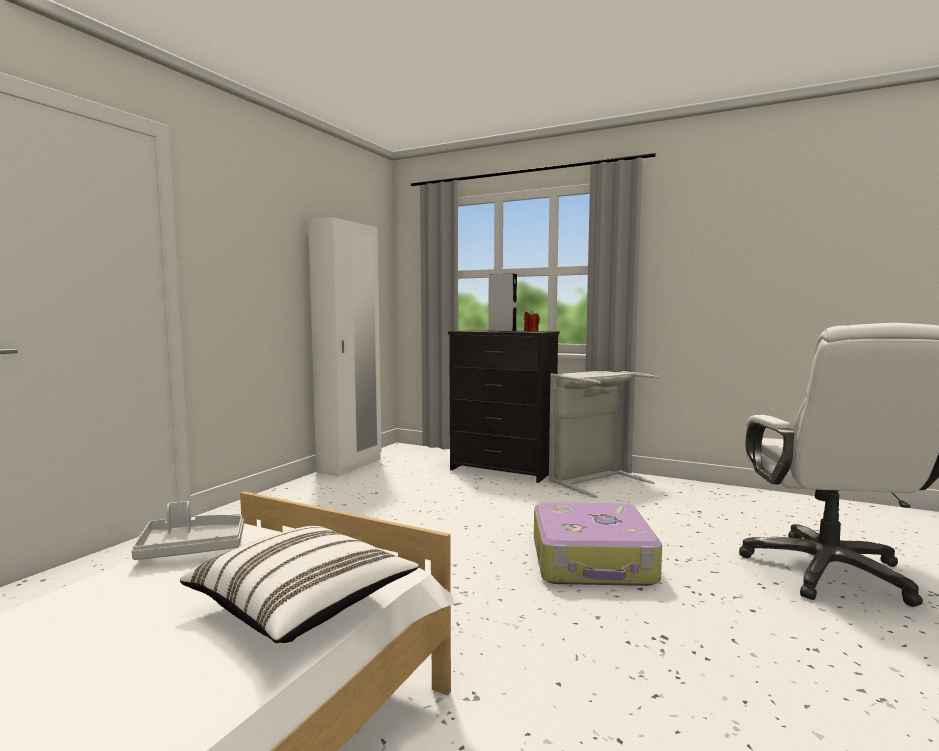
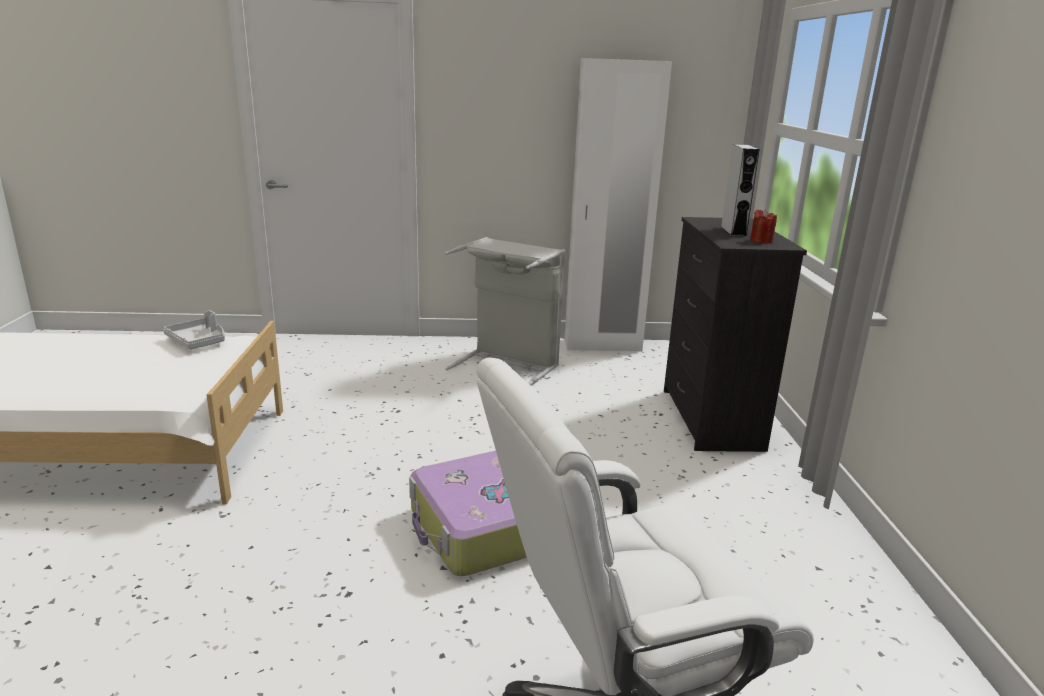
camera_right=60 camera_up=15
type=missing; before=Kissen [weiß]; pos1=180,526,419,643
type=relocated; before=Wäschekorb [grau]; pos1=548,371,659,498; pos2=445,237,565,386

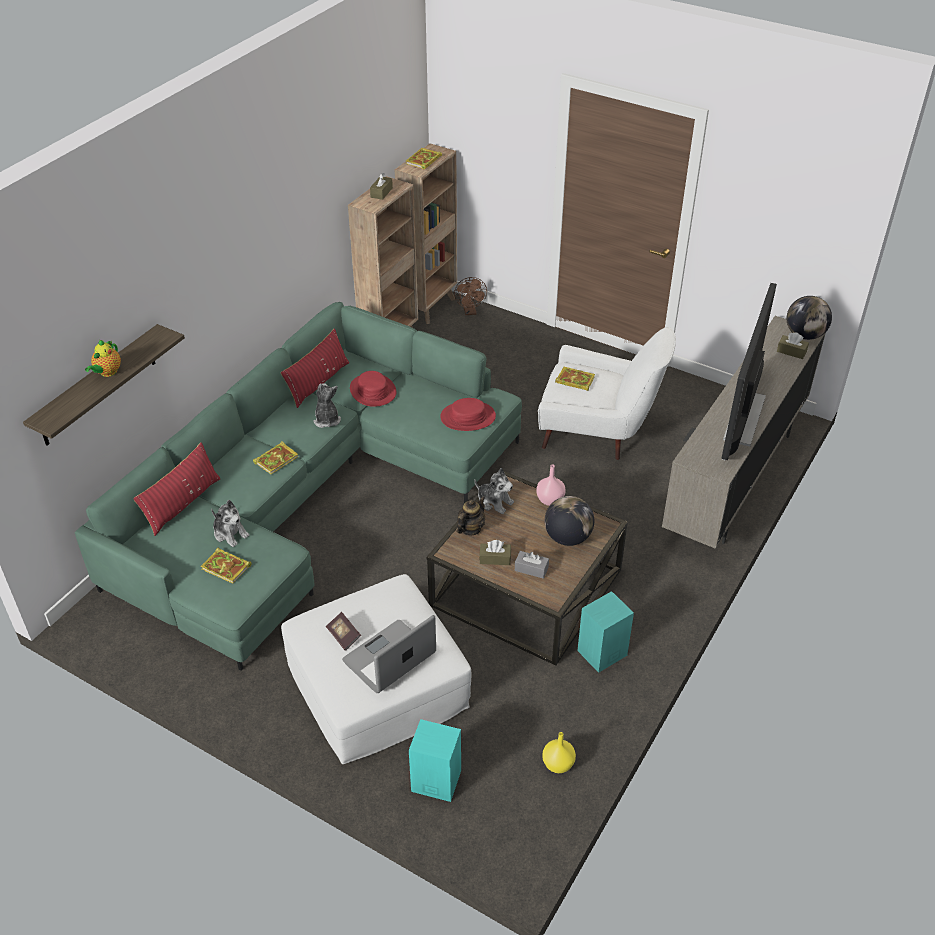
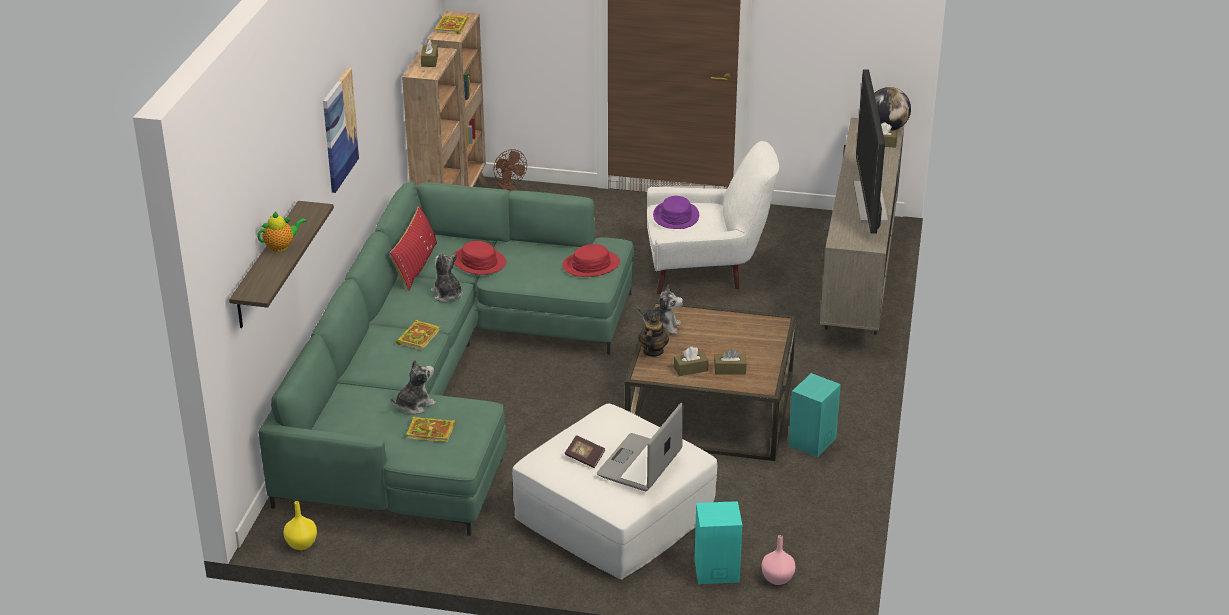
camera_right=-20 camera_up=-10
type=missing; before=Kissen [rot]; pos1=133,442,221,536
type=missing; before=Globus; pos1=545,496,594,546
type=appeared; after=Bild; pos2=323,68,360,193
type=relocated; before=Vase [rosa]; pos1=536,465,565,506; pos2=761,535,796,585
type=relocated; before=Vase [gelb]; pos1=542,732,576,773; pos2=284,501,317,550
type=exchanged; before=Buch; after=Hut [lila]; pos1=555,367,595,391; pos2=653,196,699,229
type=colour; before=Taschentuchbox [grau]; after=Taschentuchbox [braun]; pos1=515,551,549,579; pos2=714,349,747,374
type=spun; before=Teekanne; pos1=85,340,121,377; pos2=257,211,307,252; turn=-120
type=spun; before=Plüschtier; pos1=211,500,249,547; pos2=391,359,436,414; turn=-60

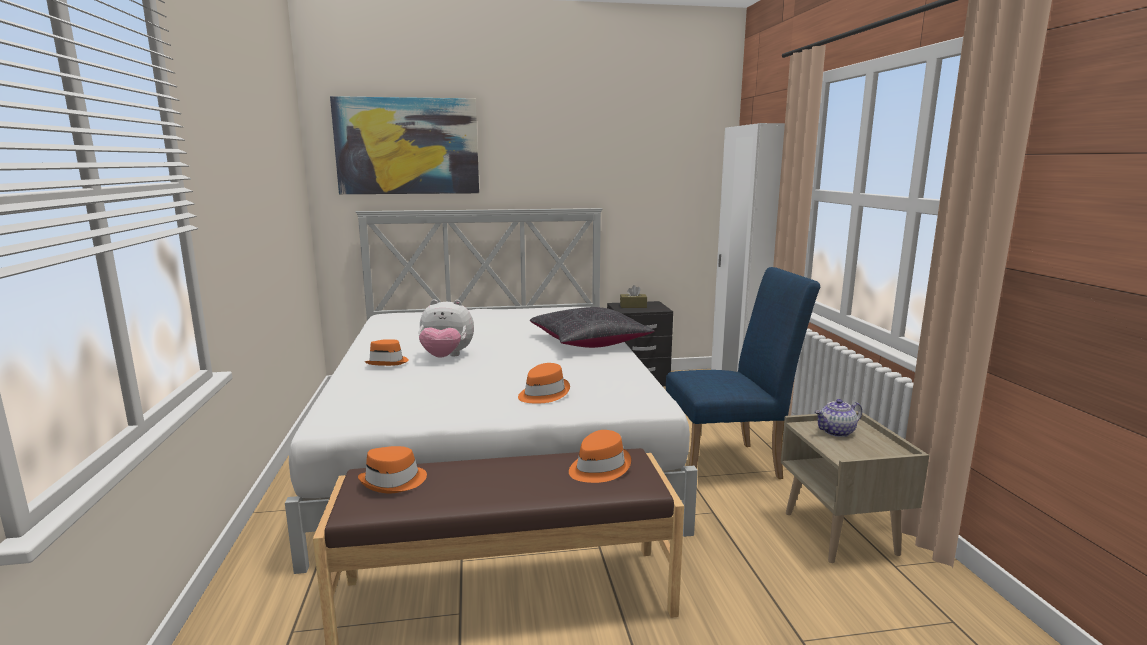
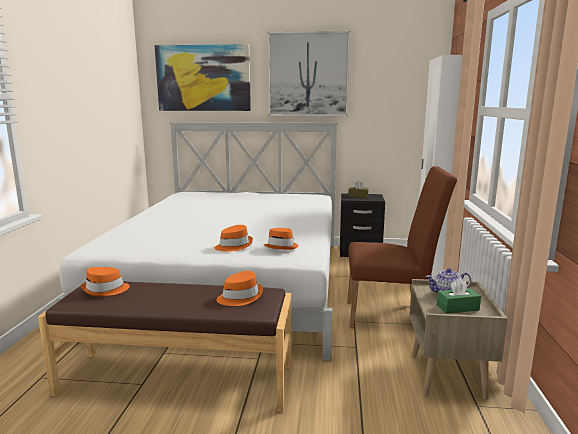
camera_right=15 camera_up=0
type=missing; before=Plüschtier; pos1=418,299,474,358
type=missing; before=Kissen [schwarz]; pos1=530,307,654,348
type=appeared; after=Bild; pos2=268,31,350,116
type=appeared; after=Taschentuchbox [grün]; pos2=437,278,481,314
type=relocated; before=Hut [orange]; pos1=364,339,409,366; pos2=264,228,298,250
type=colour; before=Stuhl [blau]; after=Stuhl [braun]; pos1=666,267,820,479; pos2=347,166,457,328

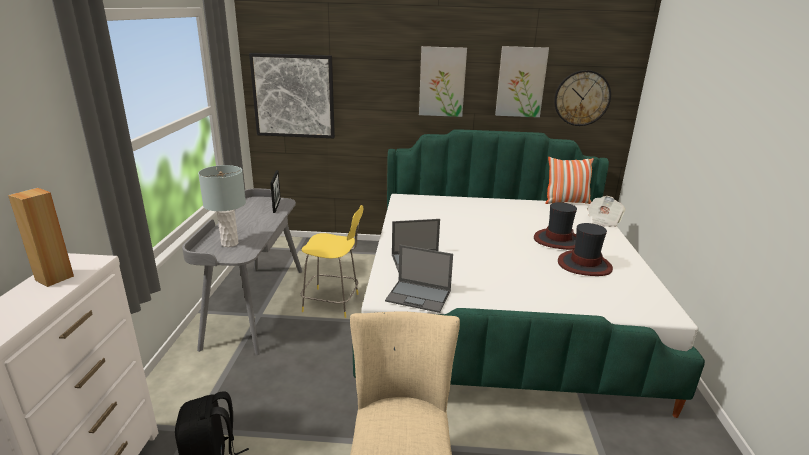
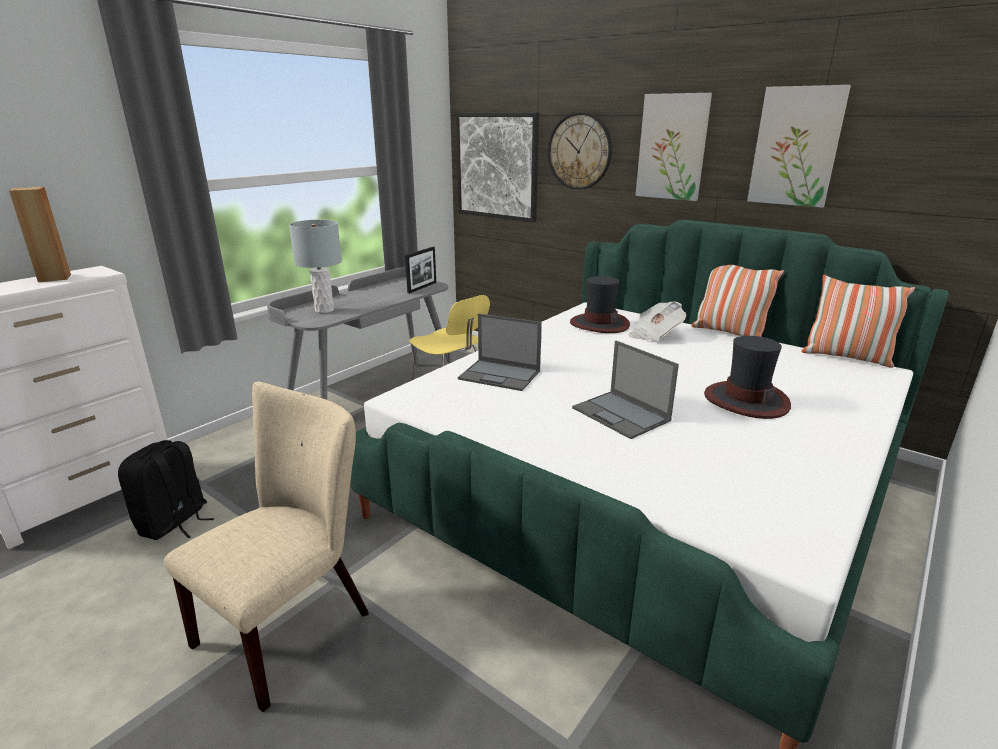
camera_right=35 camera_up=0
type=appeared; after=Kissen; pos2=692,265,784,337
type=relocated; before=Laptop; pos1=385,245,453,313; pos2=572,340,679,439
type=relocated; before=Wanduhr; pos1=554,70,611,126; pos2=548,112,612,190
type=relocated; before=Hut; pos1=558,223,613,276; pos2=570,276,630,333
type=relocated; before=Zeitung; pos1=587,196,626,227; pos2=628,301,686,341

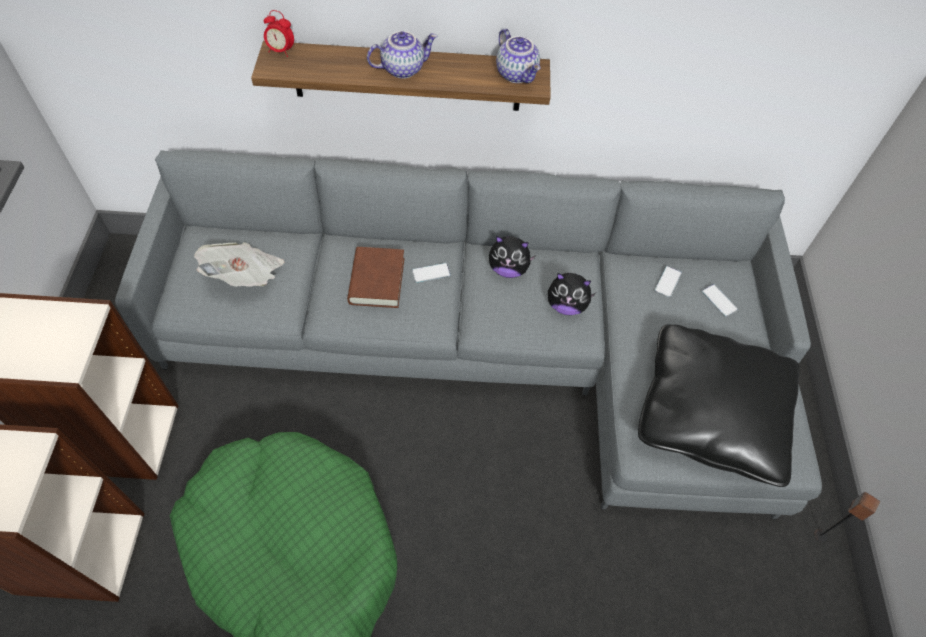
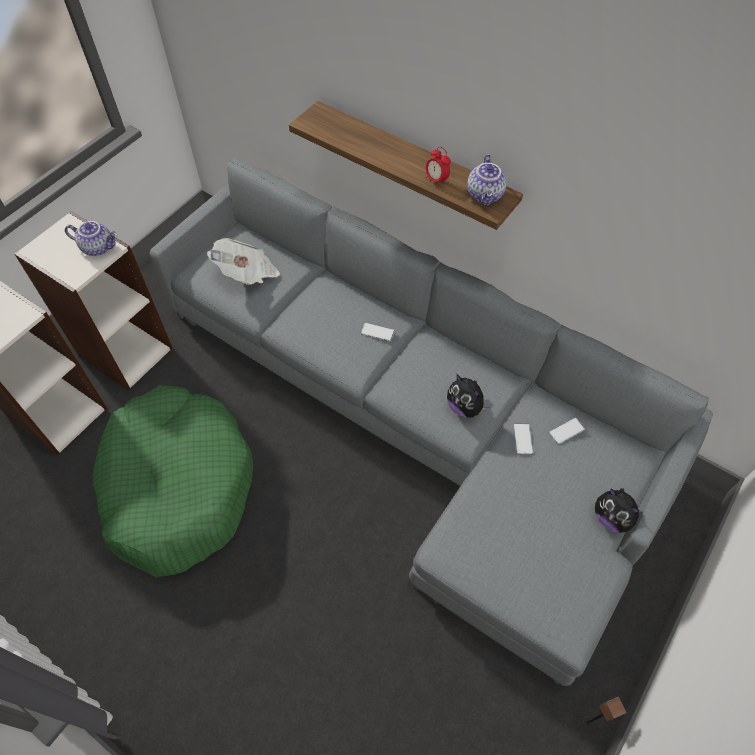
camera_right=35 camera_up=0
type=missing; before=Buch [braun]; pos1=347,247,404,308
type=missing; before=Kissen [schwarz]; pos1=638,324,800,487
type=relocated; before=Wecker; pos1=264,10,294,57; pos2=426,147,451,187
type=relocated; before=Teekanne; pos1=367,31,438,79; pos2=65,221,117,256
type=relocated; before=Plüschtier; pos1=489,236,536,278; pos2=595,488,640,533
type=relocated; before=Handy; pos1=701,284,738,316; pos2=513,423,533,454

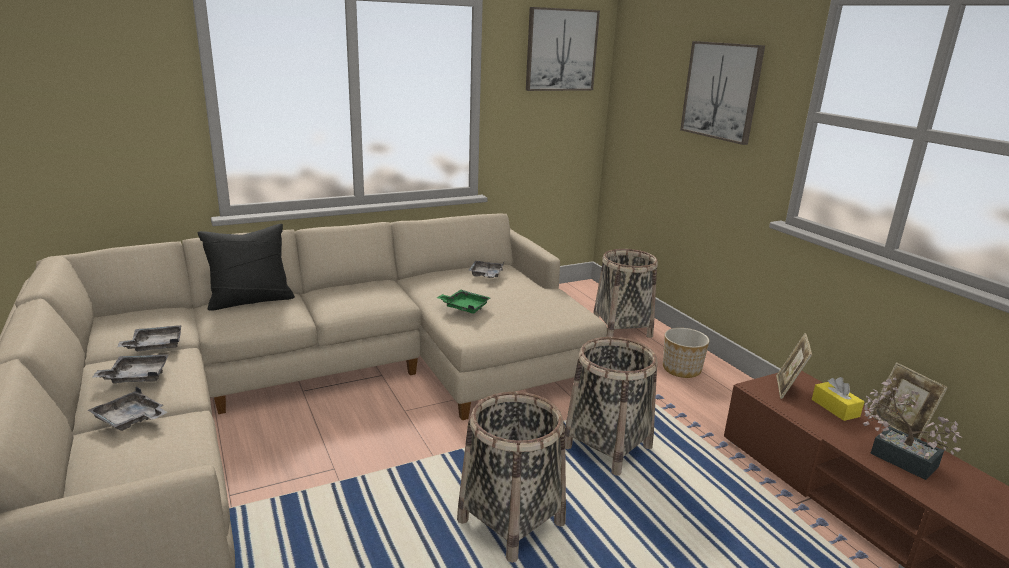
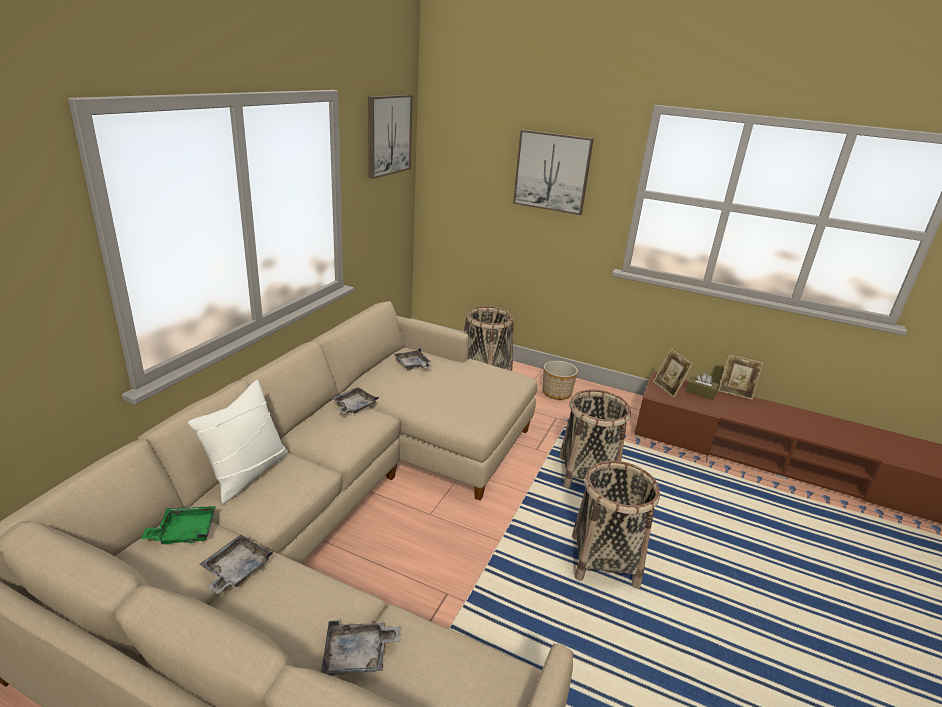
camera_right=-40 camera_up=5
type=missing; before=Topfpflanze; pos1=862,378,963,480
type=relocated; before=Tablett [grau]; pos1=92,354,169,383; pos2=332,387,379,414
type=relocated; before=Tablett [grün]; pos1=437,290,490,314; pos2=141,506,216,544
type=colour; before=Kissen [schwarz]; after=Kissen [weiß]; pos1=198,224,295,311; pos2=188,380,288,504
type=colour; before=Taschentuchbox [gelb]; after=Taschentuchbox [braun]; pos1=812,377,864,421; pos2=686,373,719,400

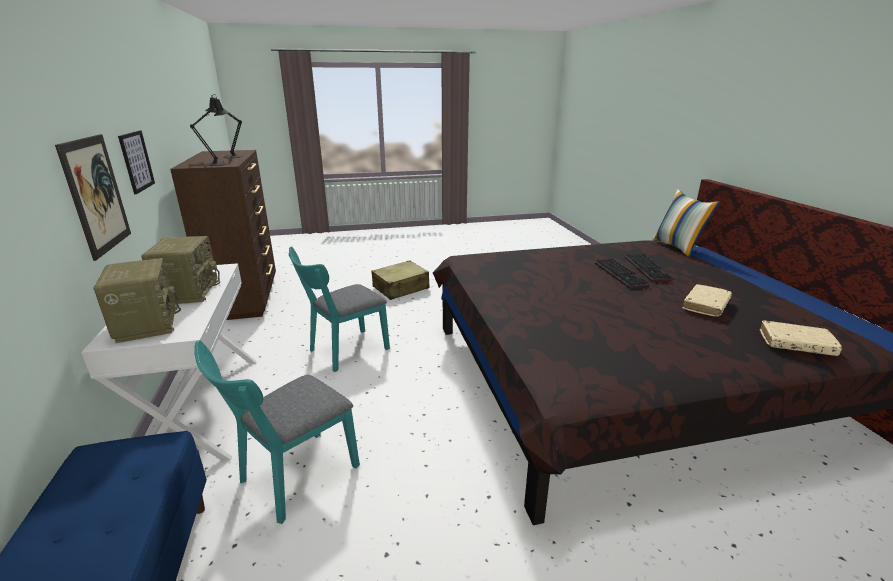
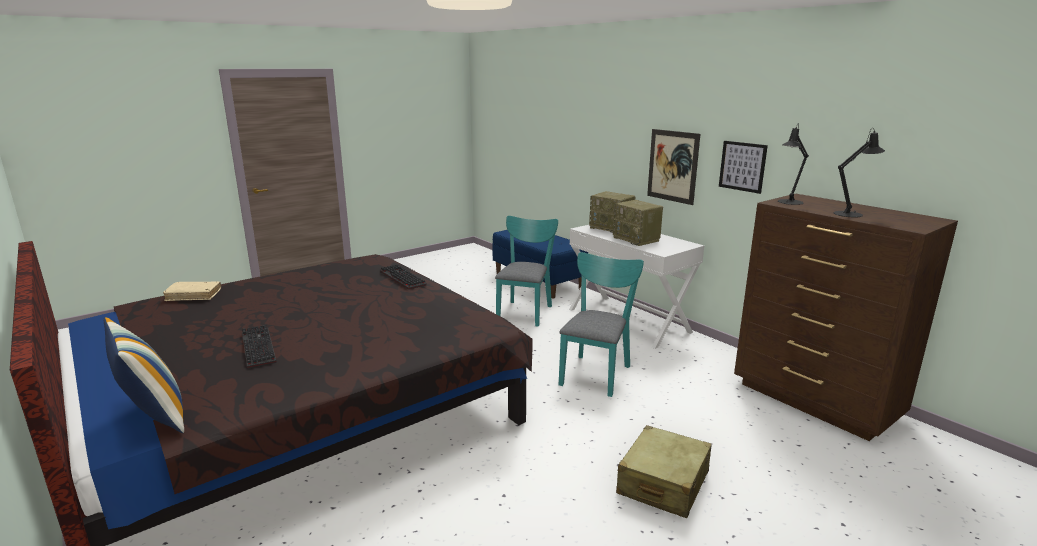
camera_right=155 camera_up=-5
type=missing; before=Buch [beige]; pos1=682,284,732,317
type=relocated; before=Tastatur; pos1=595,258,649,289; pos2=380,265,426,290

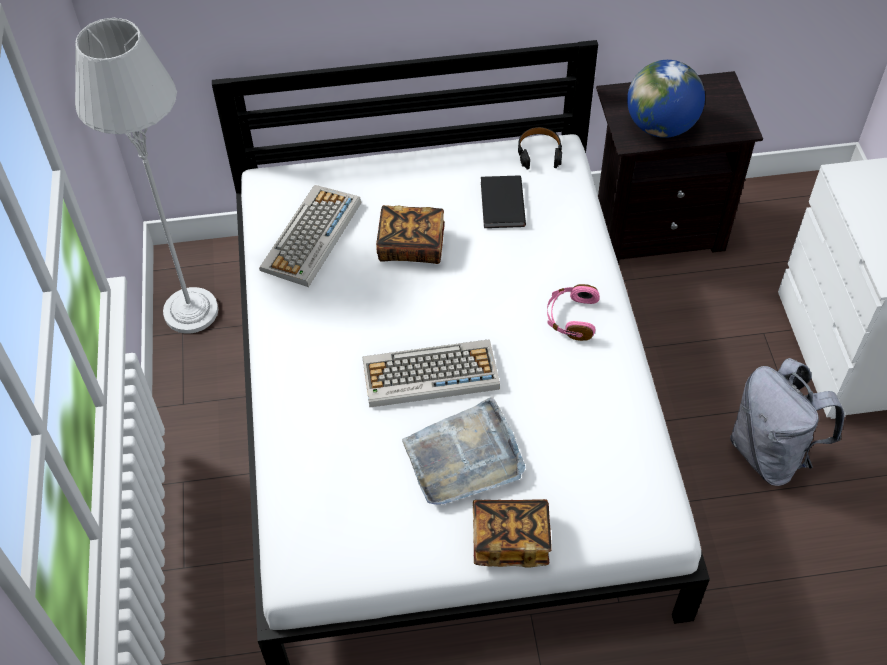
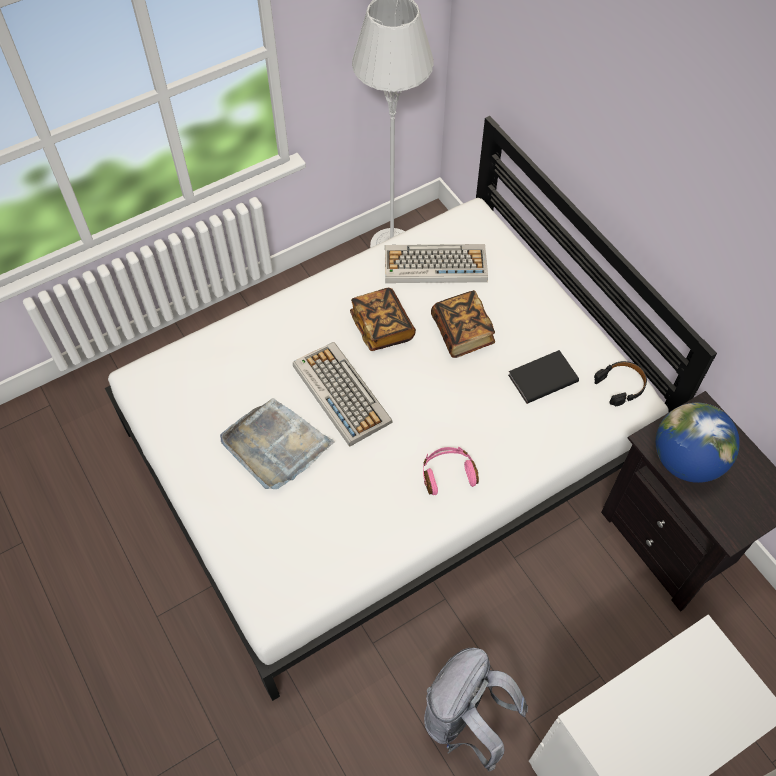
camera_right=65 camera_up=5
type=relocated; before=Buch; pos1=473,499,552,568; pos2=350,288,416,351

